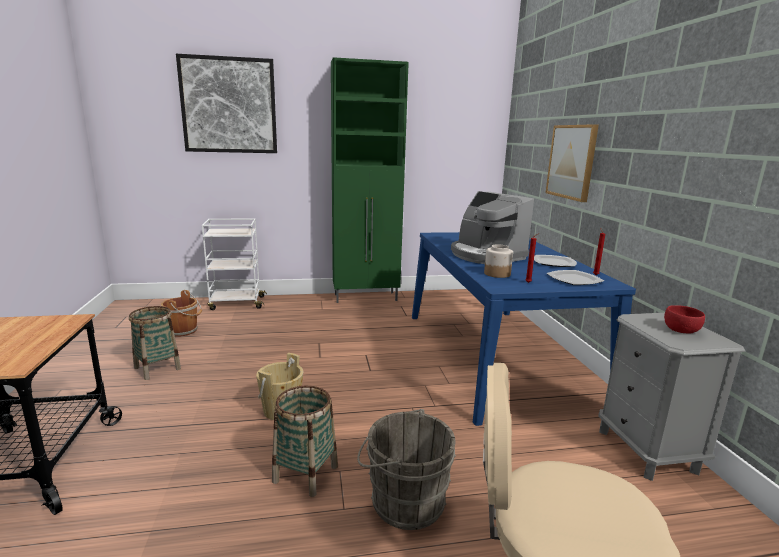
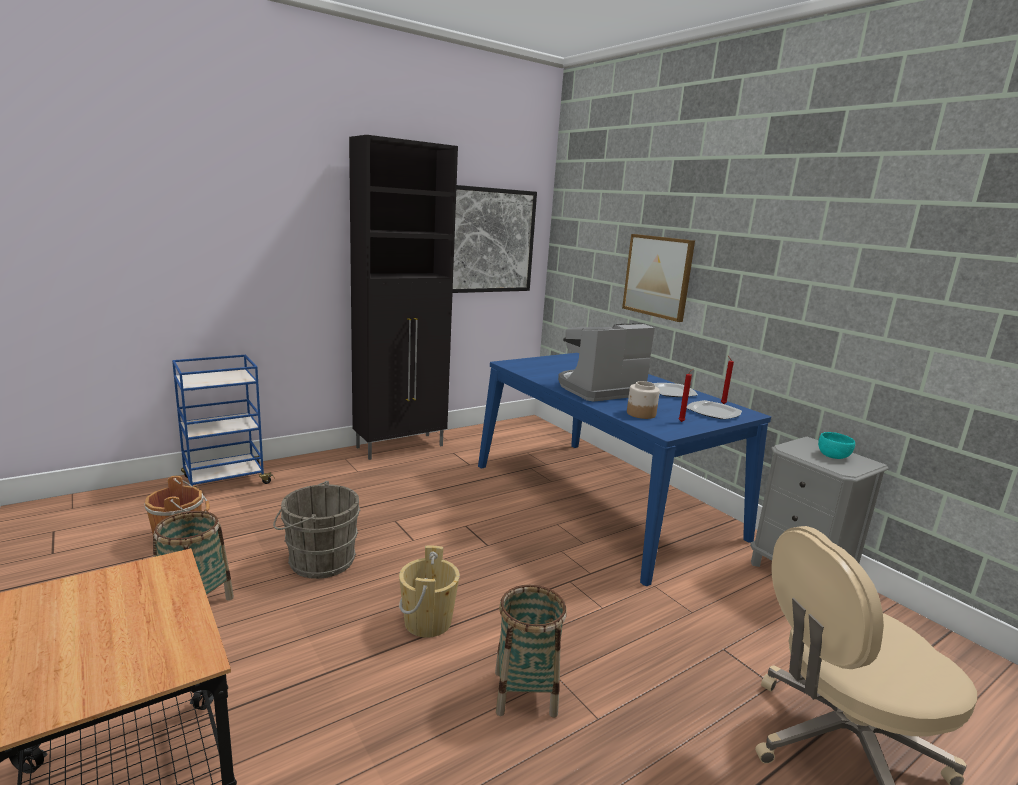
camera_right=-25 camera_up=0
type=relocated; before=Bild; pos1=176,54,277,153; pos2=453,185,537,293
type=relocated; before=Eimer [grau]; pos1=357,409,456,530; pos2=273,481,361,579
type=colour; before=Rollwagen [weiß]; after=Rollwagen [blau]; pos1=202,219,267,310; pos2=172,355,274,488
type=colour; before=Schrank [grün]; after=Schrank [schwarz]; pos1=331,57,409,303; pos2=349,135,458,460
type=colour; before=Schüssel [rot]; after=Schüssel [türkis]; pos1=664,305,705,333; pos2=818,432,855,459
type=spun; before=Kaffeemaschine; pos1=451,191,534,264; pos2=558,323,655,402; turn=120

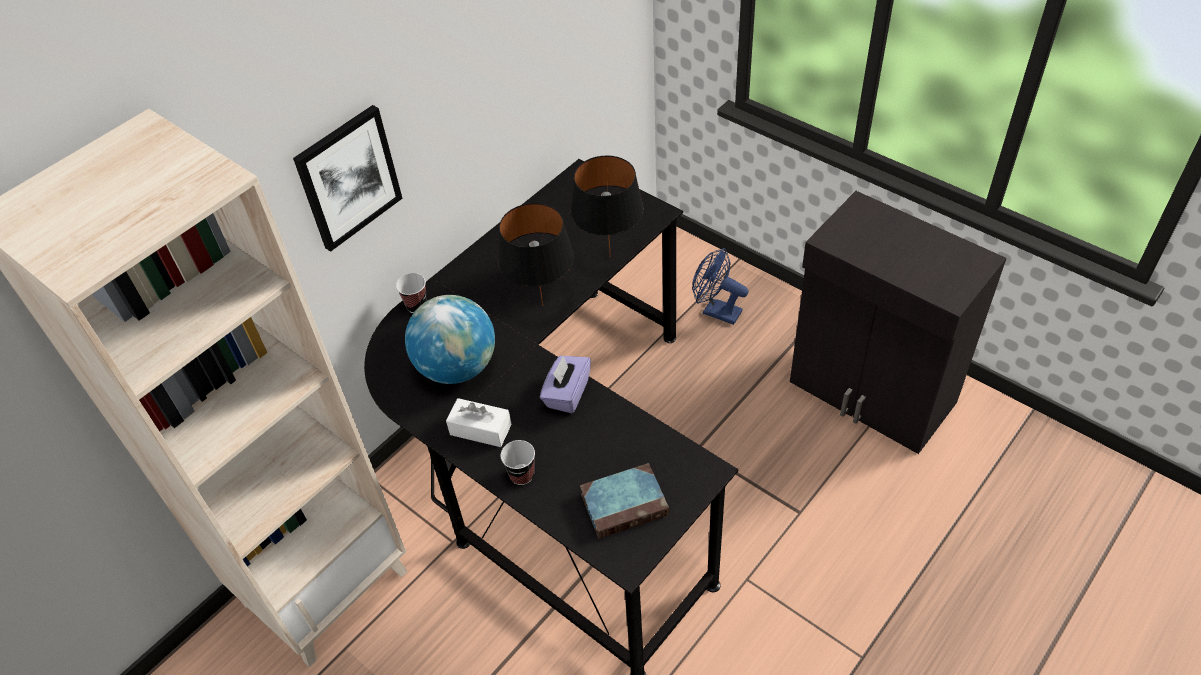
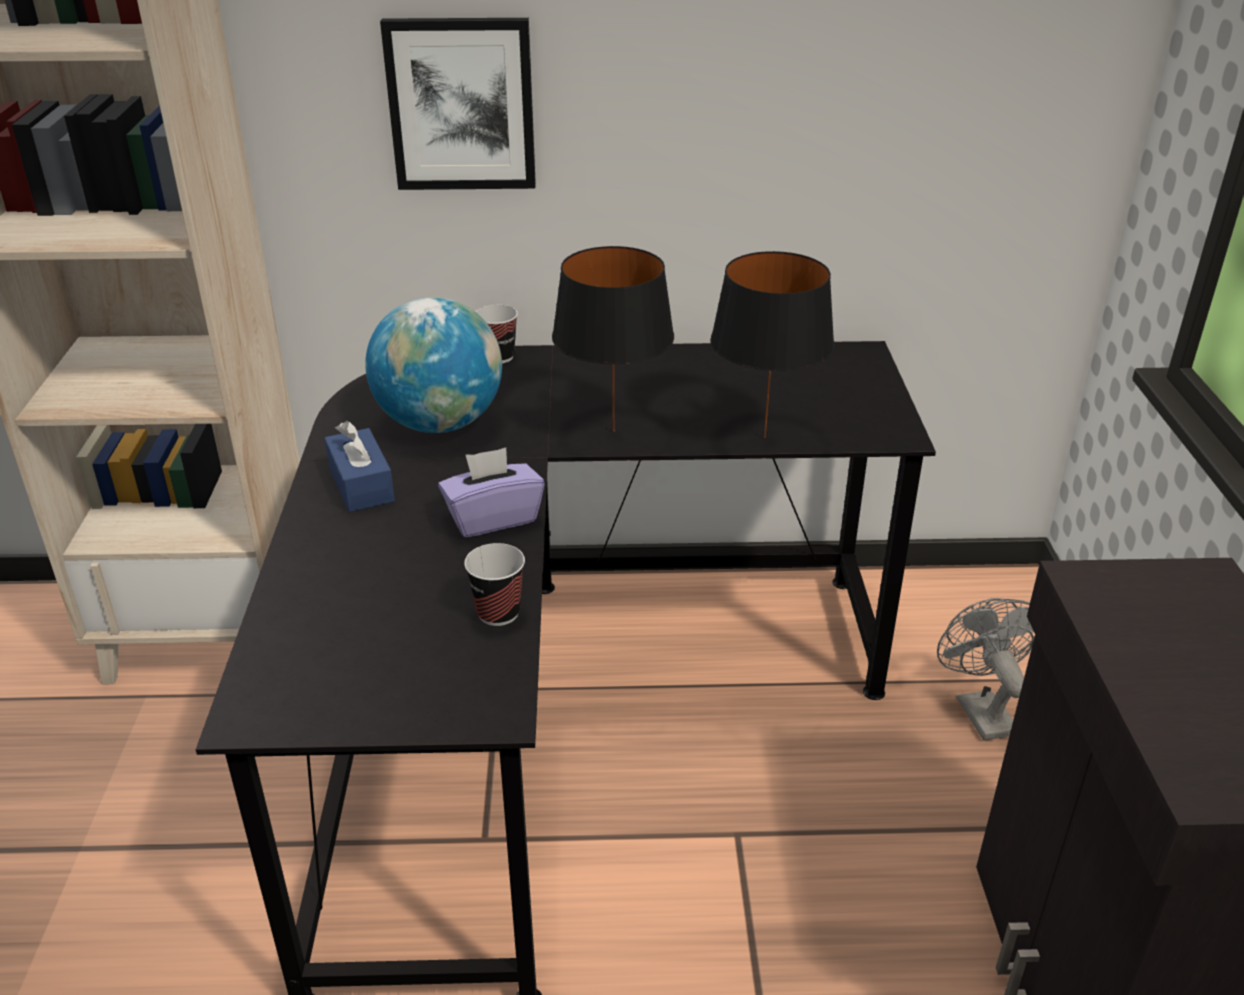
camera_right=45 camera_up=-15
type=missing; before=Buch; pos1=580,463,669,539
type=relocated; before=Tasse; pos1=501,440,535,485; pos2=464,543,525,626
type=colour; before=Taschentuchbox [weiß]; after=Taschentuchbox [blau]; pos1=446,398,511,447; pos2=325,421,395,512
type=colour; before=Ventilator [blau]; after=Ventilator [grau]; pos1=692,248,749,325; pos2=937,598,1034,741

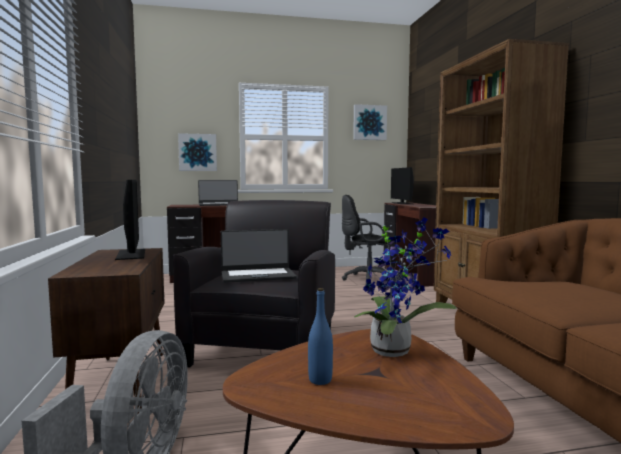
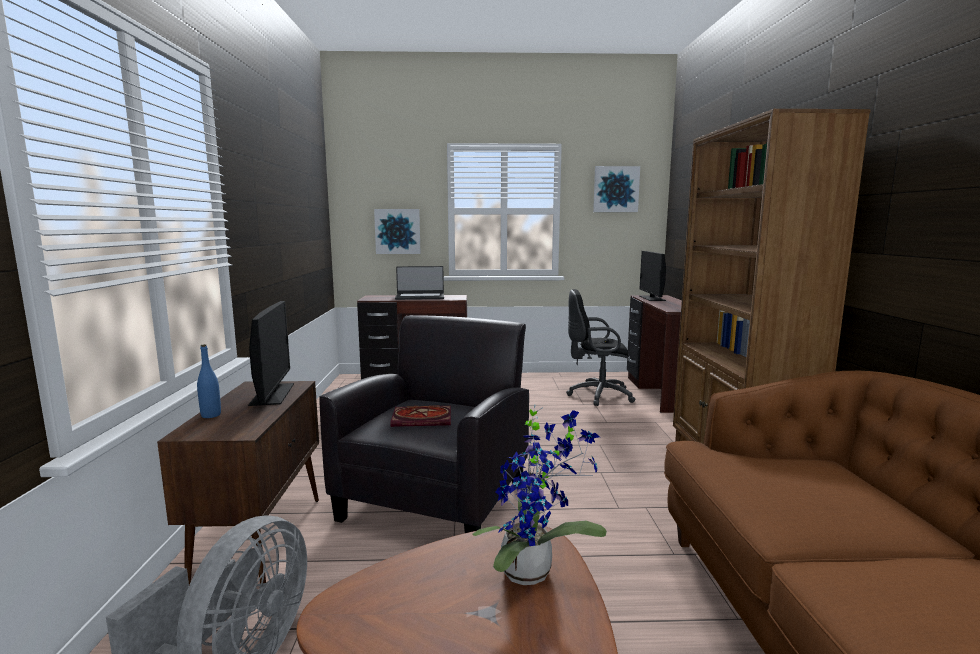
camera_right=10 camera_up=5
type=relocated; before=Flasche [blau]; pos1=308,288,333,385; pos2=197,344,221,418
type=exchanged; before=Laptop; after=Buch; pos1=221,229,297,283; pos2=390,405,451,427

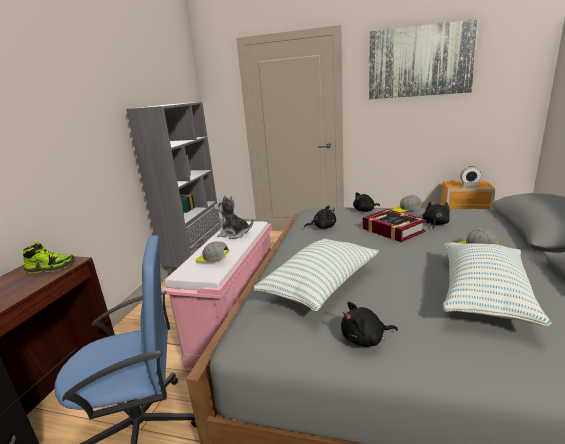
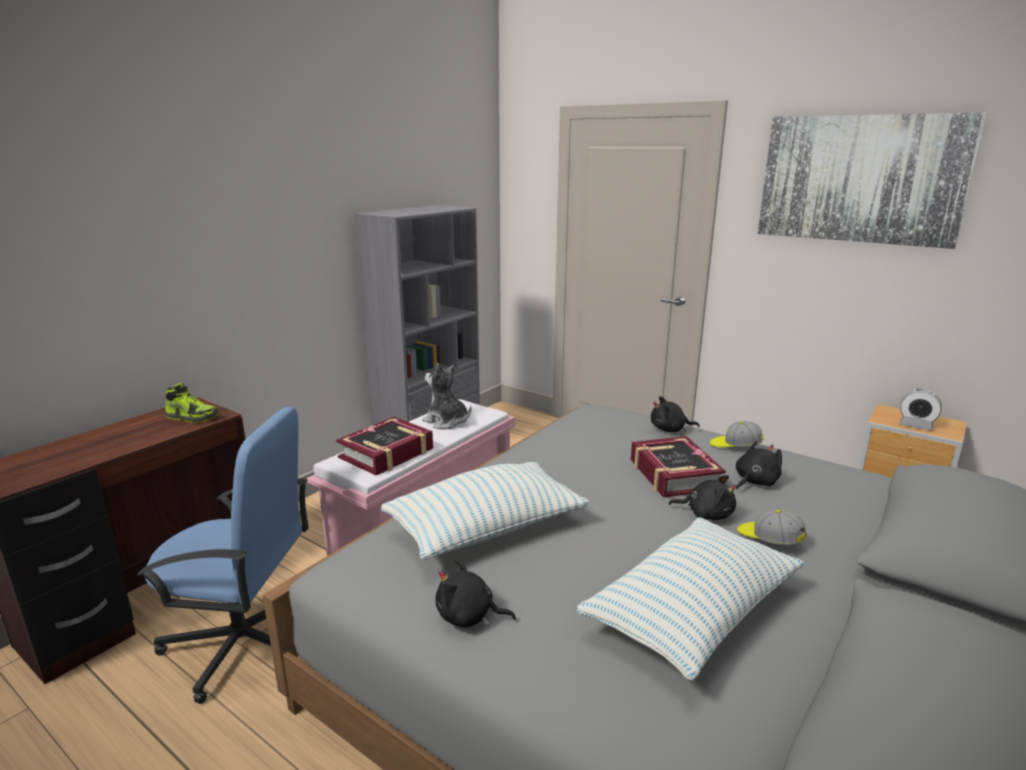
camera_right=20 camera_up=0
type=relocated; before=Plüschtier [schwarz]; pos1=304,206,336,229; pos2=669,475,737,520
type=exchanged; before=Kappe; after=Buch; pos1=195,241,229,262; pos2=336,417,433,475

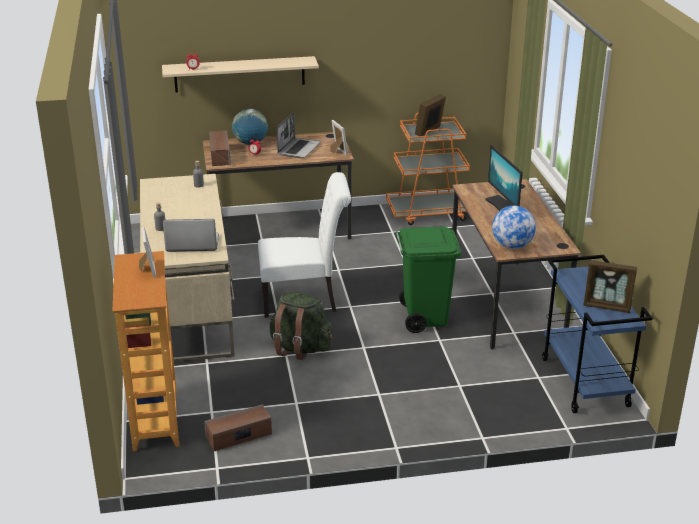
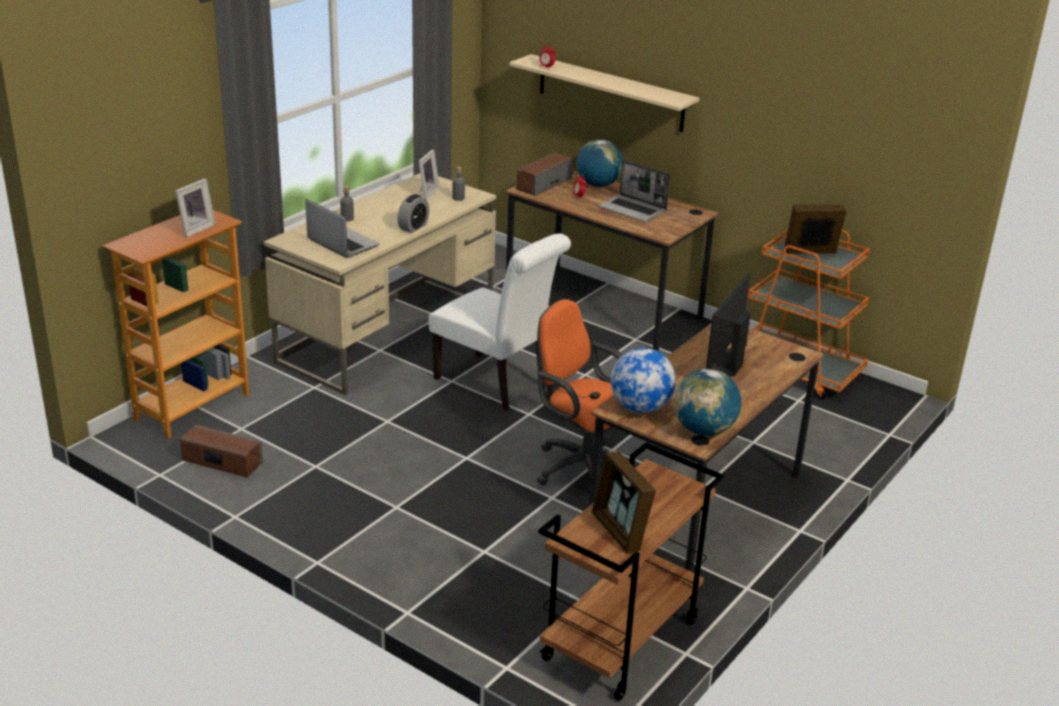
camera_right=45 camera_up=0
type=missing; before=Rucksack [grün]; pos1=270,292,333,360
type=appeared; after=Wecker; pos2=397,194,429,233
type=appeared; after=Globus; pos2=674,369,741,436
type=relocated; before=Bilderrahmen; pos1=330,120,348,156; pos2=419,150,440,200
type=exchanged; before=Mülleimer [grün]; after=Bürostuhl [orange]; pos1=396,227,461,333; pos2=537,299,638,486
type=colour; before=Rollwagen [blau]; after=Rollwagen [braun]; pos1=542,255,653,413; pos2=538,442,724,701
type=spun; before=Laptop; pos1=277,112,320,158; pos2=599,160,670,222; turn=60

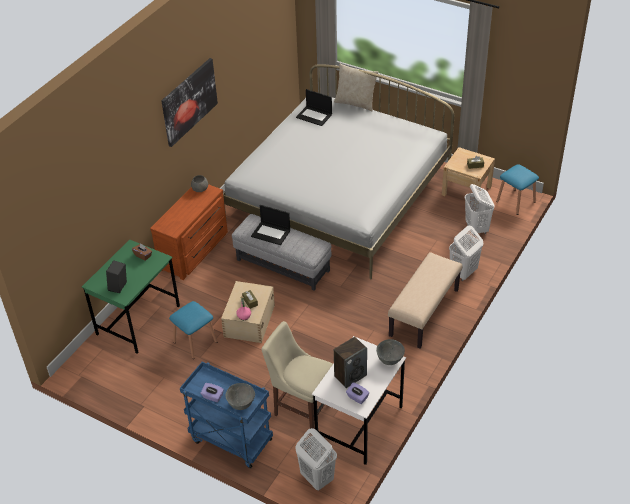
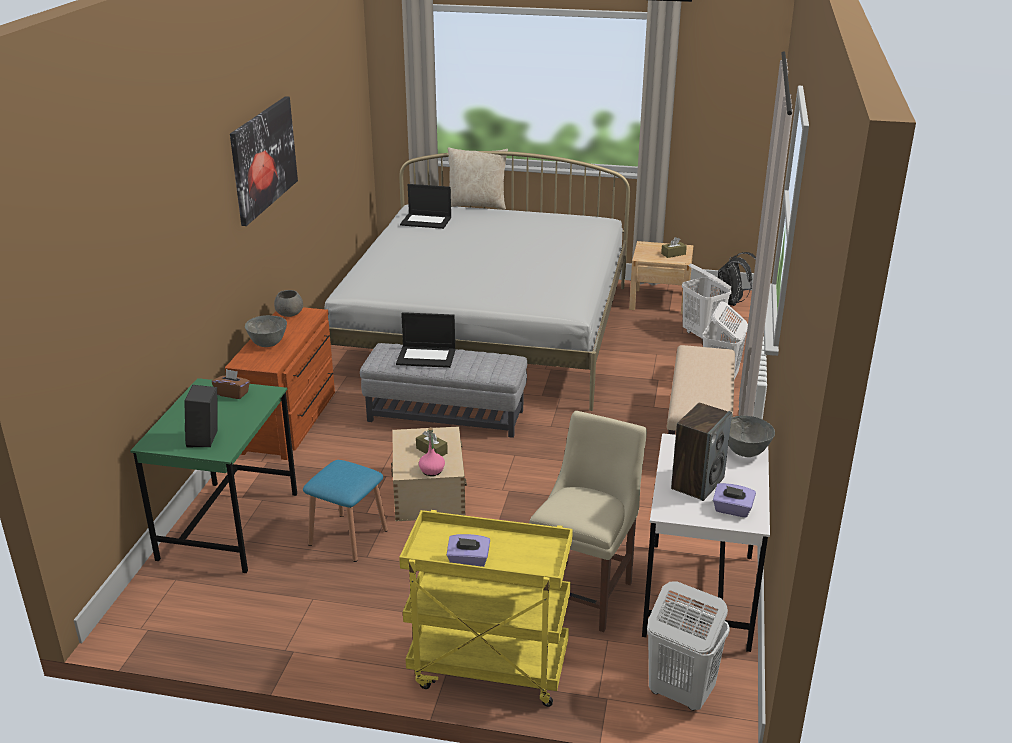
camera_right=-20 camera_up=-15
type=relocated; before=Schüssel [grau]; pos1=226,383,255,410; pos2=245,315,287,347
type=exchanged; before=Hocker [blau]; after=Rucksack [schwarz]; pos1=496,165,539,215; pos2=718,252,756,306
type=colour; before=Rollwagen [blau]; after=Rollwagen [gelb]; pos1=180,361,273,469; pos2=399,510,573,707
type=spun; before=Stuhl [beige]; pos1=261,321,333,429; pos2=529,411,647,632; turn=105

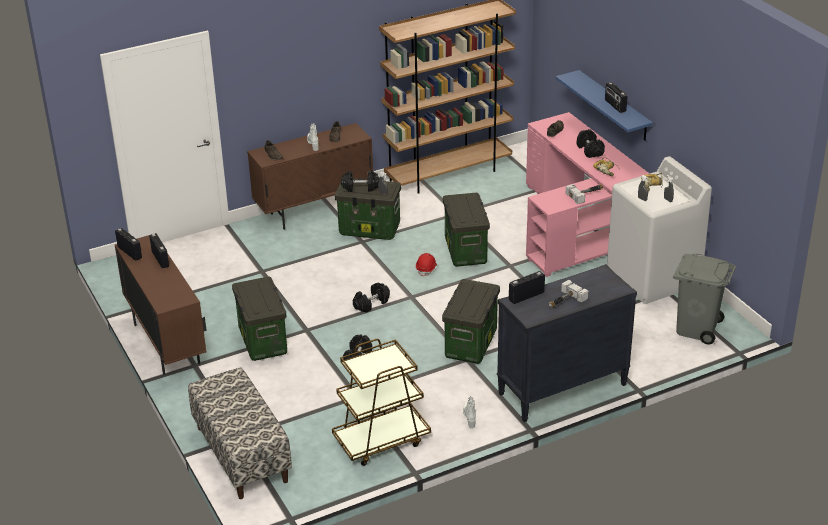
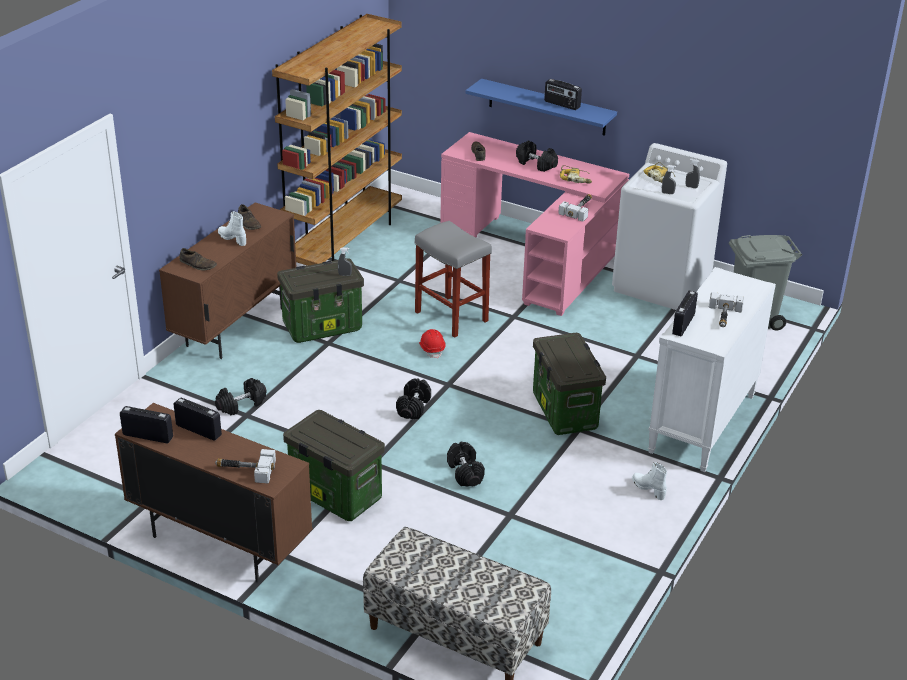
camera_right=-35 camera_up=0
type=missing; before=Rollwagen [braun]; pos1=332,339,431,466
type=appeared; after=Hammer; pos2=215,449,276,483
type=relocated; before=Hantel [schwarz]; pos1=341,170,380,192; pos2=215,378,267,415
type=exchanged; before=Aufbewahrungsbox; after=Hocker [grau]; pos1=443,193,490,267; pos2=415,221,492,338
type=colour; before=Kommode [schwarz]; after=Kommode [weiß]; pos1=497,264,637,422; pos2=648,267,776,472

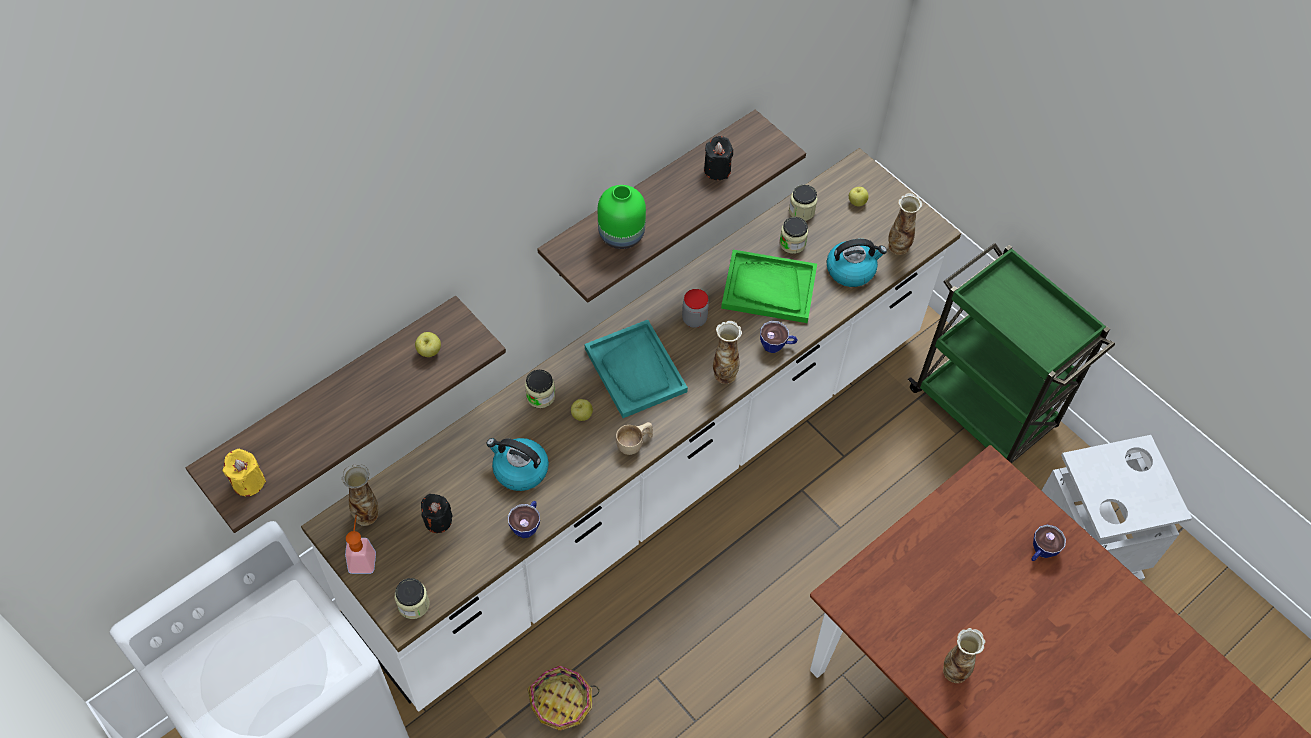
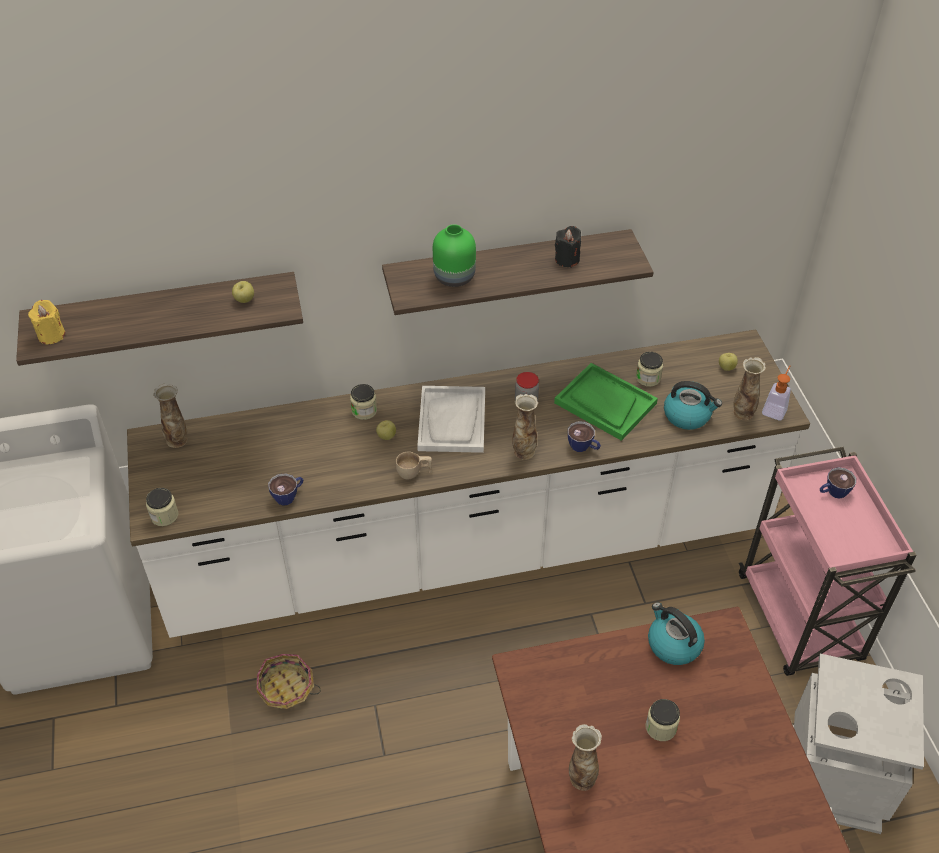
camera_right=30 camera_up=-10
type=missing; before=Kerze [schwarz]; pos1=421,494,453,533
type=relocated; before=Seifenspender; pos1=345,515,376,574; pos2=762,366,791,421
type=relocated; before=Wasserkessel; pos1=486,438,549,491; pos2=648,602,705,665
type=relocated; before=Vorratsglas; pos1=789,185,817,221; pos2=645,699,680,741
type=relocated; before=Tasse; pos1=1031,525,1066,561; pos2=820,467,856,499
type=colour; before=Tablett [türkis]; after=Tablett [weiß]; pos1=585,320,688,418; pos2=417,386,485,453
type=colour; before=Rollwagen [grün]; after=Rollwagen [rosa]; pos1=908,243,1115,463; pos2=739,447,916,676

